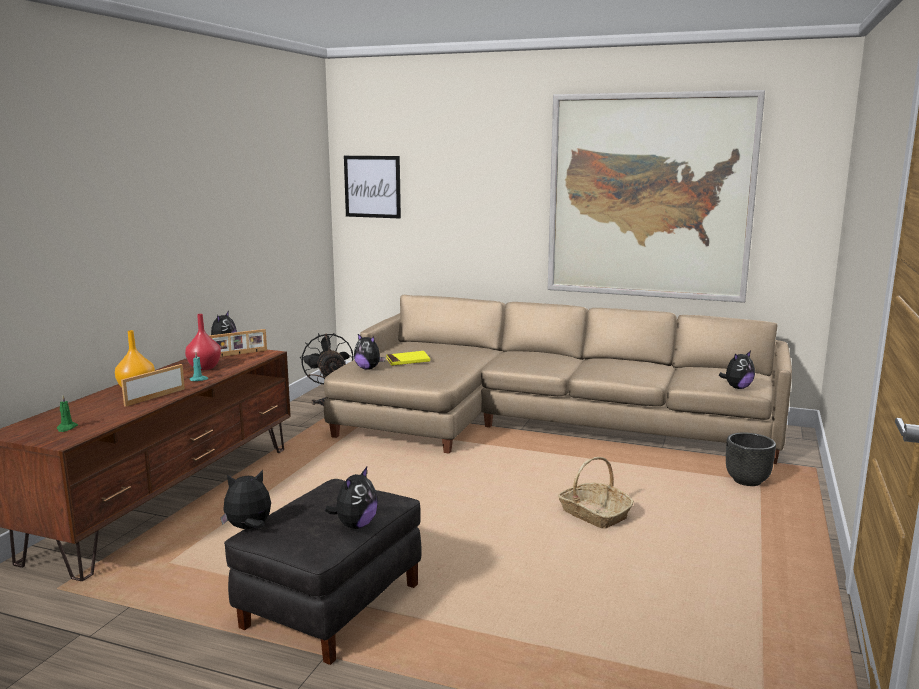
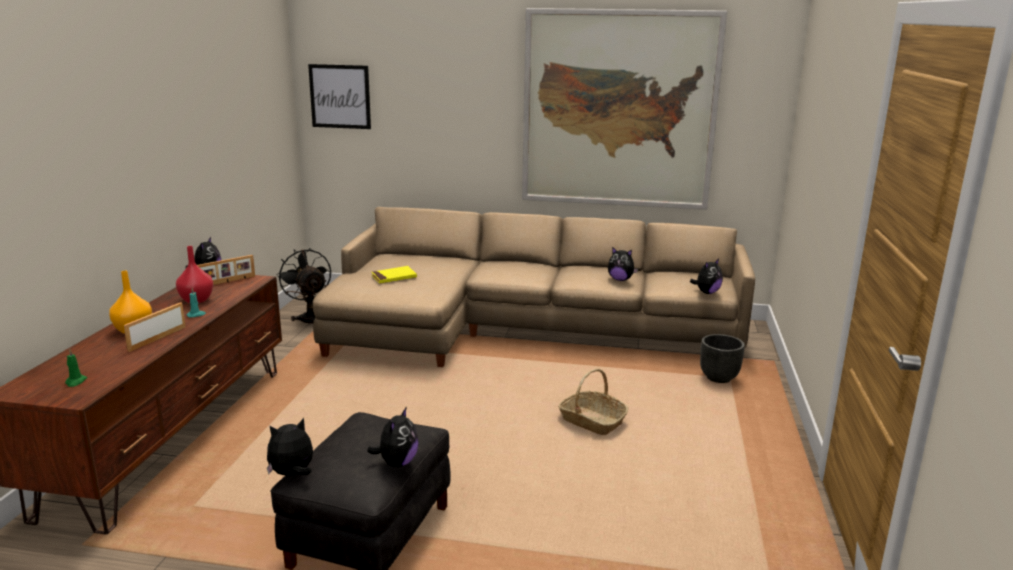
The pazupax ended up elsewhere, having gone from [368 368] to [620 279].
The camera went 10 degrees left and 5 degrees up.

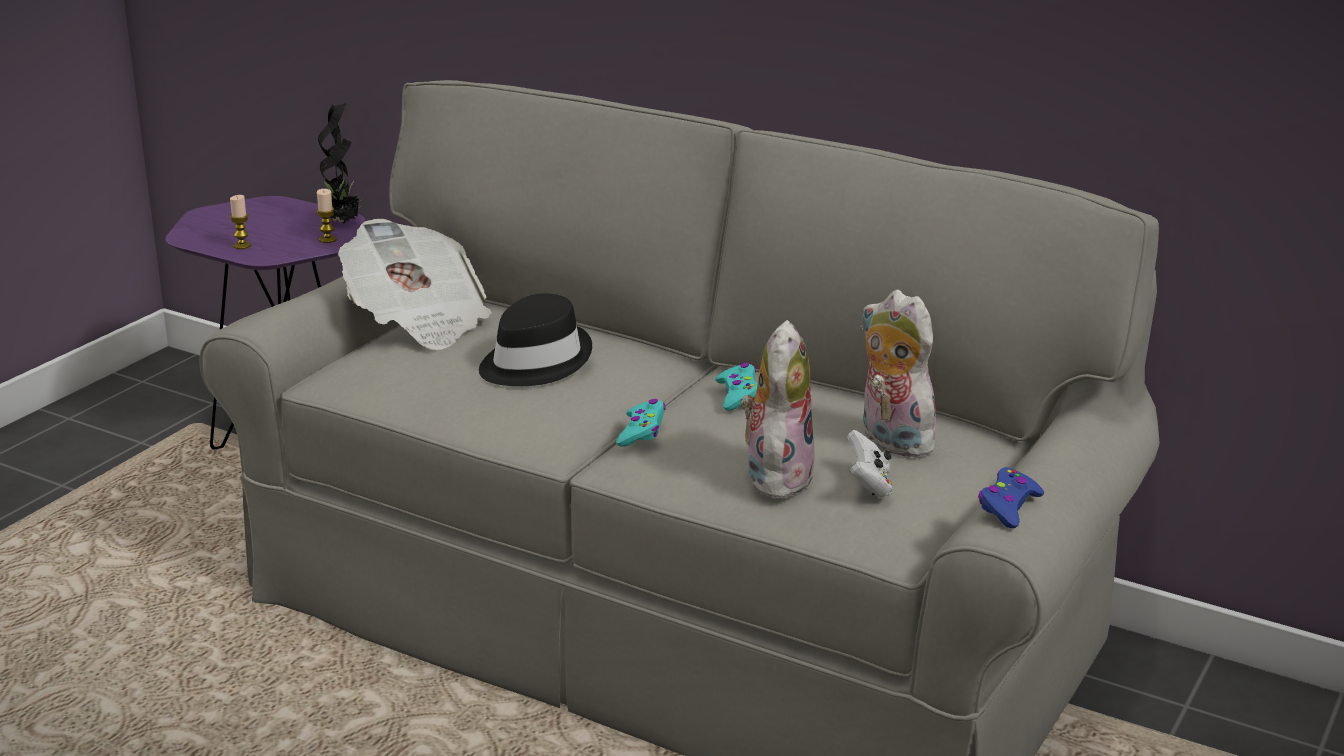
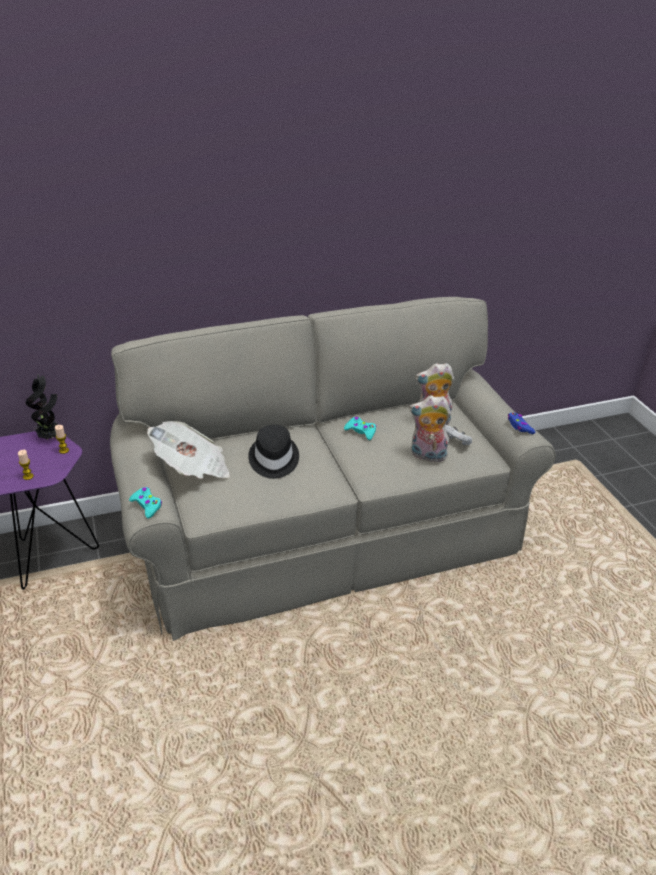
The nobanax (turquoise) ended up elsewhere, having gone from [641 432] to [147 505].
The pazupax at [776 475] ended up facing another way, 45 degrees counterclockwise from before.
The camera went 50 degrees left and 10 degrees up.

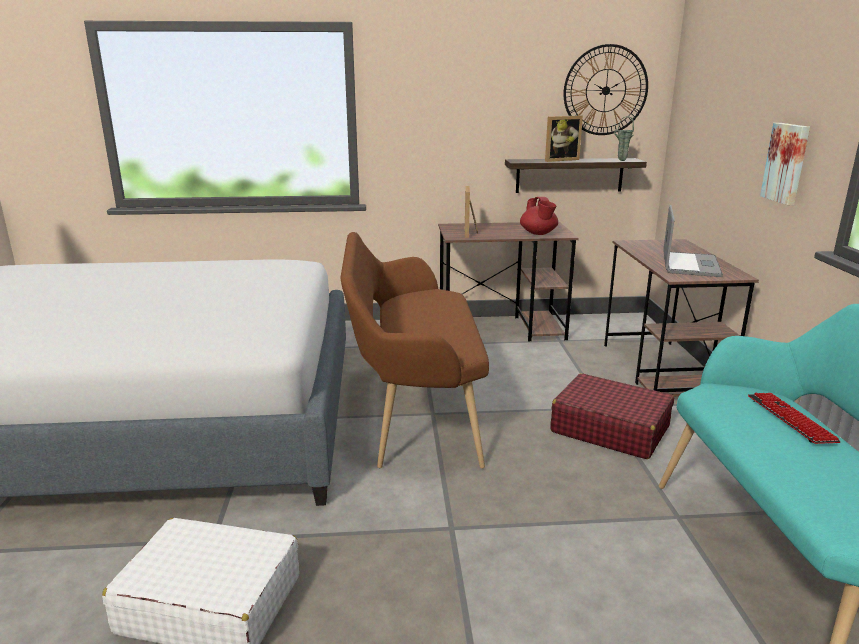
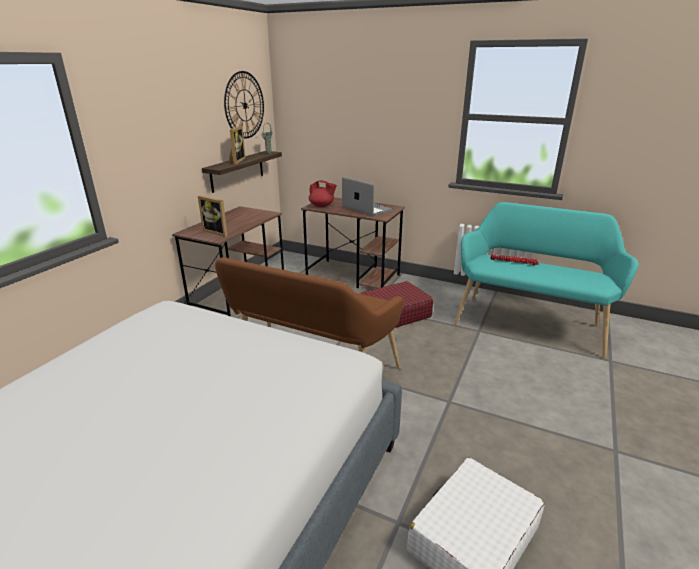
The second view lost the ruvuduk at [787 163].
The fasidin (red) ended up elsewhere, having gone from [538 233] to [322 206].
The camera went 60 degrees left and 5 degrees up.

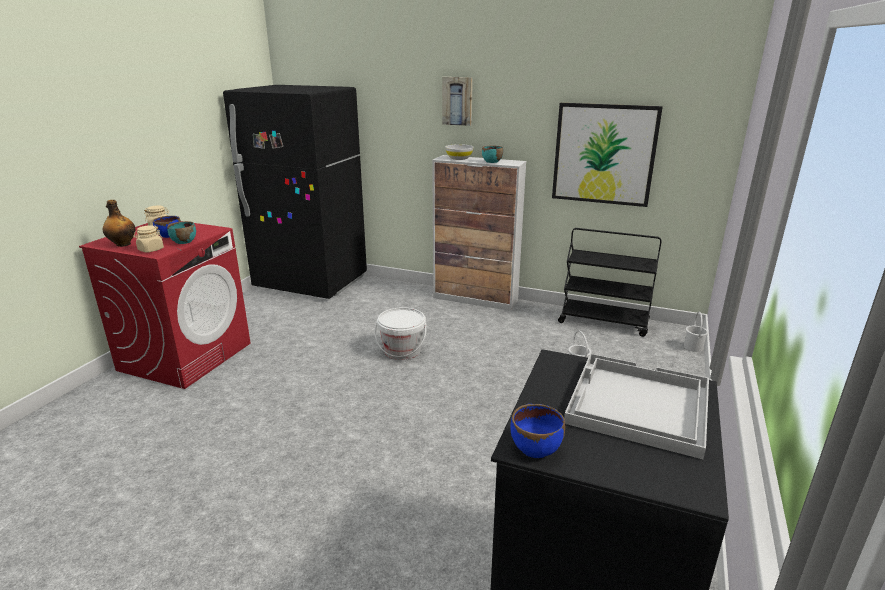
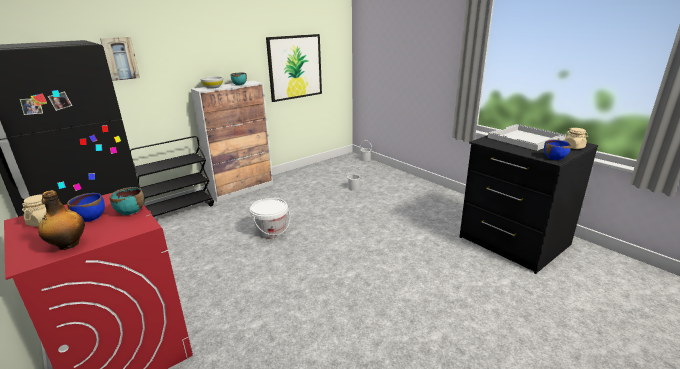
The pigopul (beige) ended up elsewhere, having gone from [150 250] to [574 147].
The ruvuduk ended up elsewhere, having gone from [457 101] to [120 58].
The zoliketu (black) ended up elsewhere, having gone from [604 322] to [179 210].
The camera went 60 degrees left and 0 degrees up.

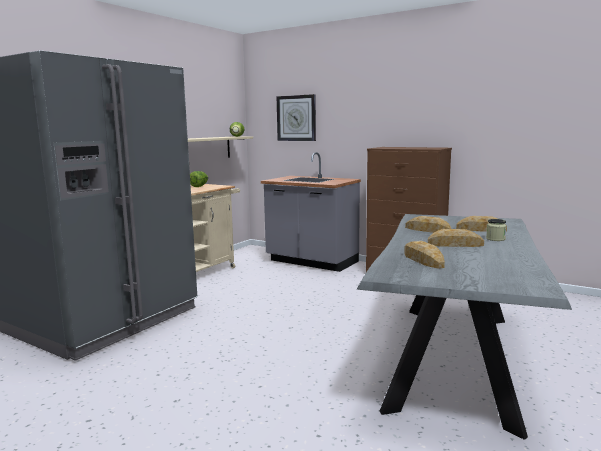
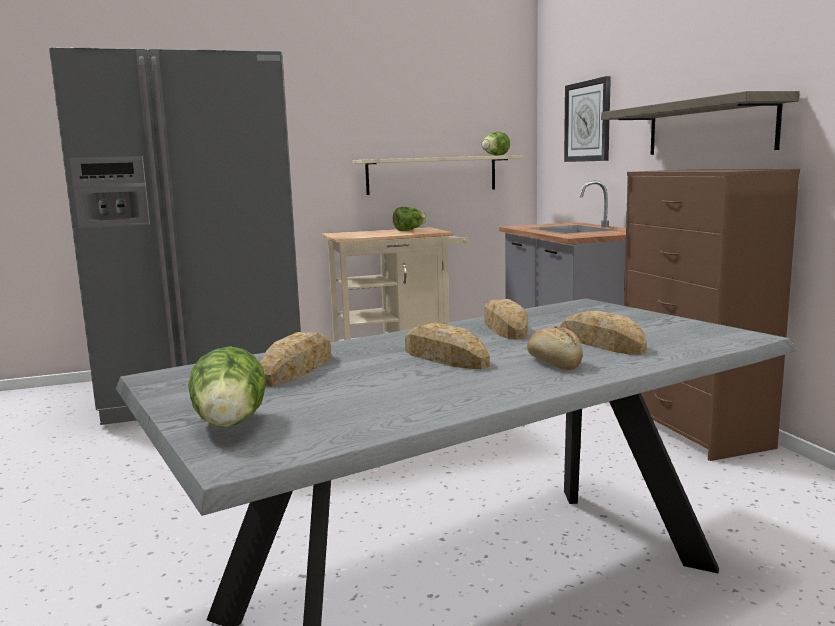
The second view gained the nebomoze at [230 425].
The second view gained the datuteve at [709 127].
Where the pigopul stood at [495 239], the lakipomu came to stand at [554 363].
The camera went 40 degrees right and 0 degrees up.

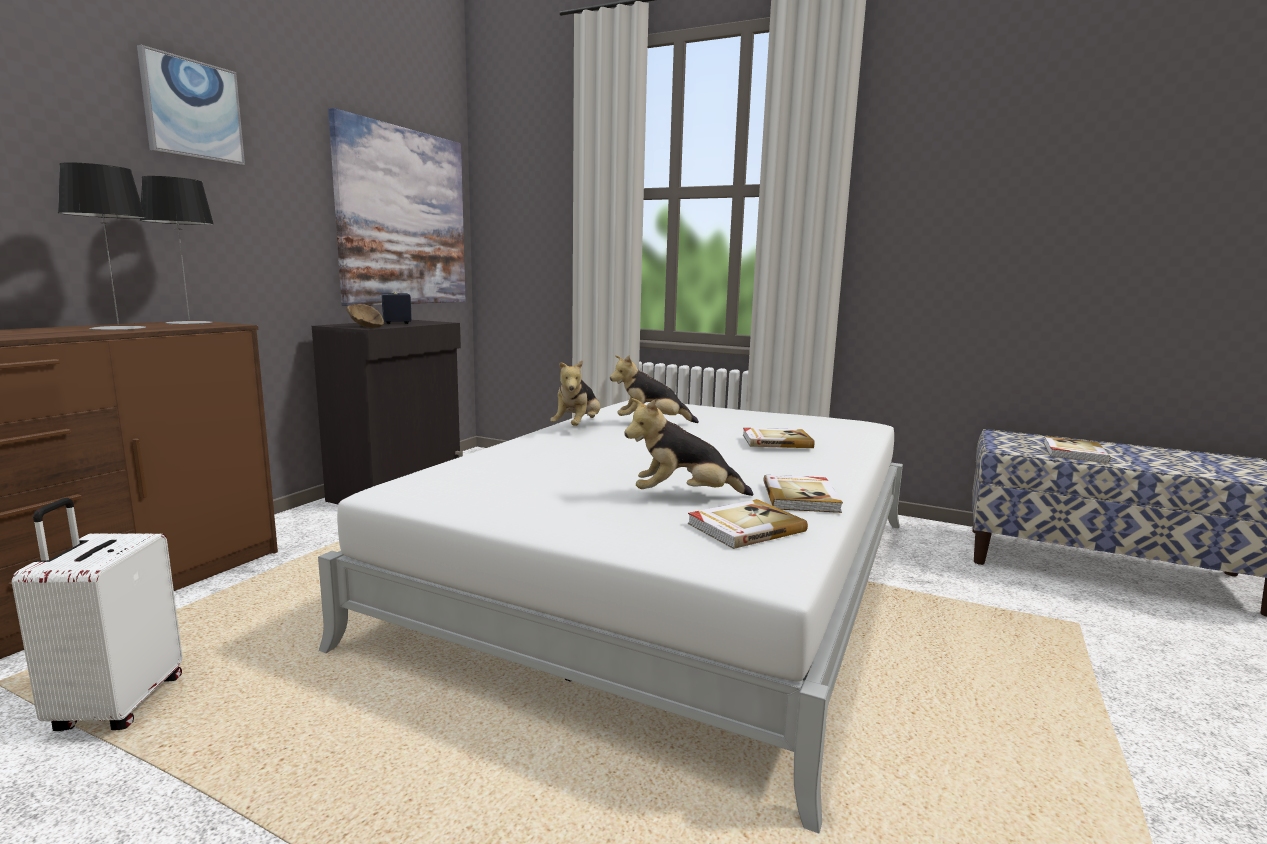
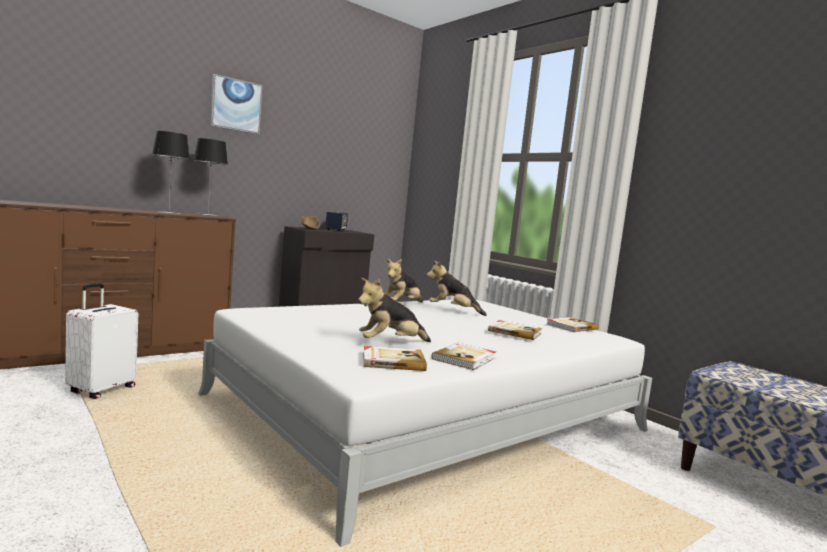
The second view lost the ruvuduk at [403 218].
The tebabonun ended up elsewhere, having gone from [1073 452] to [571 326].
The pazupax at [684 497] ended up facing another way, 45 degrees counterclockwise from before.
The camera went 25 degrees right and 5 degrees down.

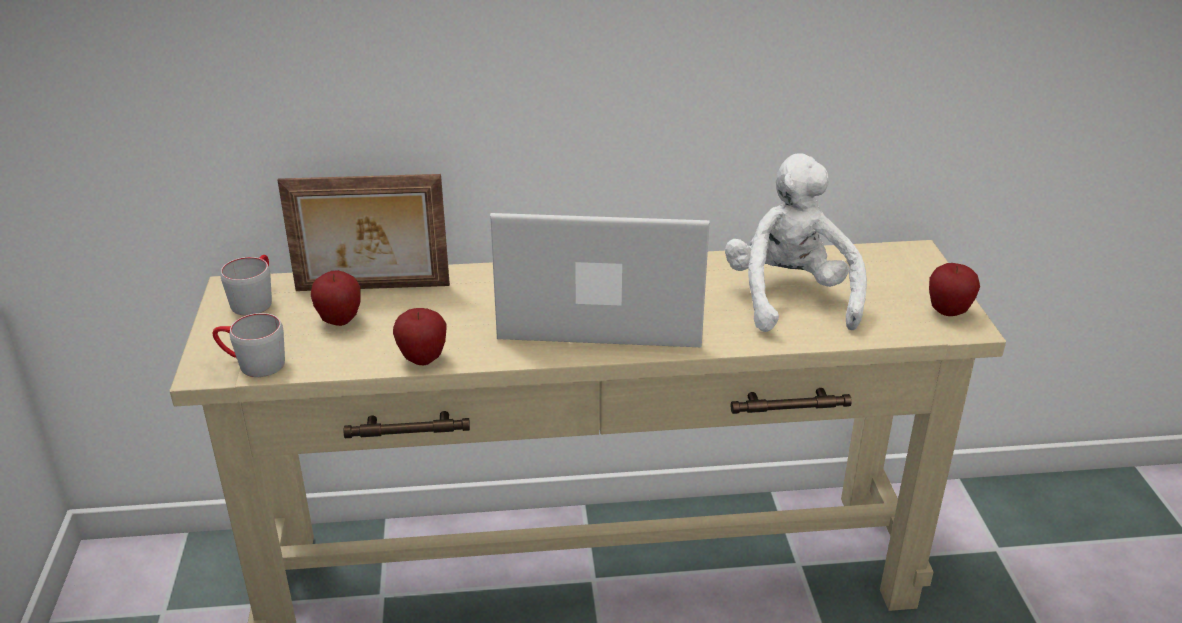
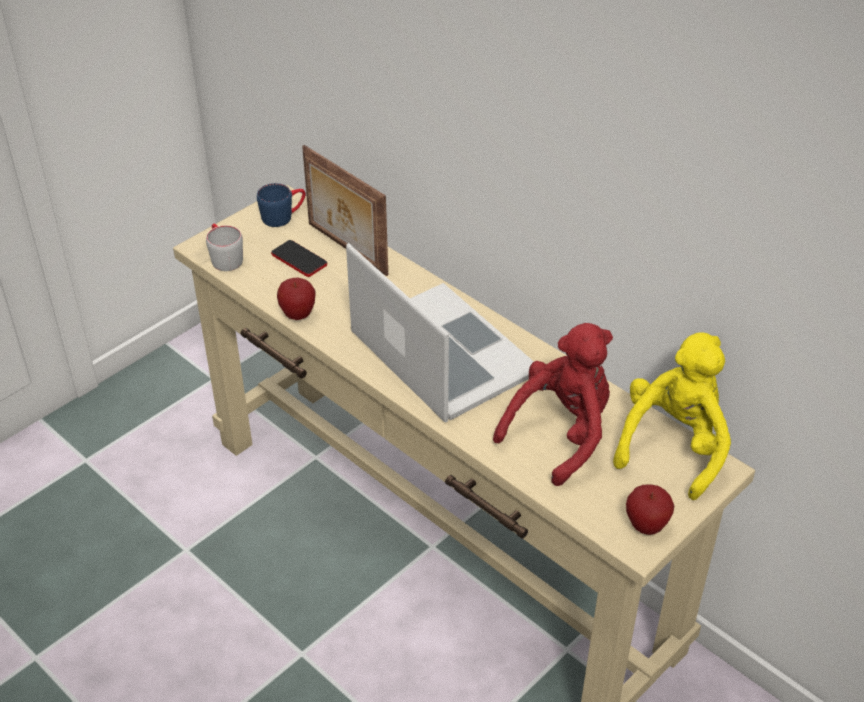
The second view gained the pazupax (yellow) at [674 446].
Where the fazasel stood at [339 321], the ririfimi came to stand at [299 259].
What was the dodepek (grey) at [255 299] turned into the dodepek (blue) at [283 216].
What was the pazupax (white) at [789 298] turned into the pazupax (red) at [561 433].
The camera went 50 degrees right and 10 degrees up.

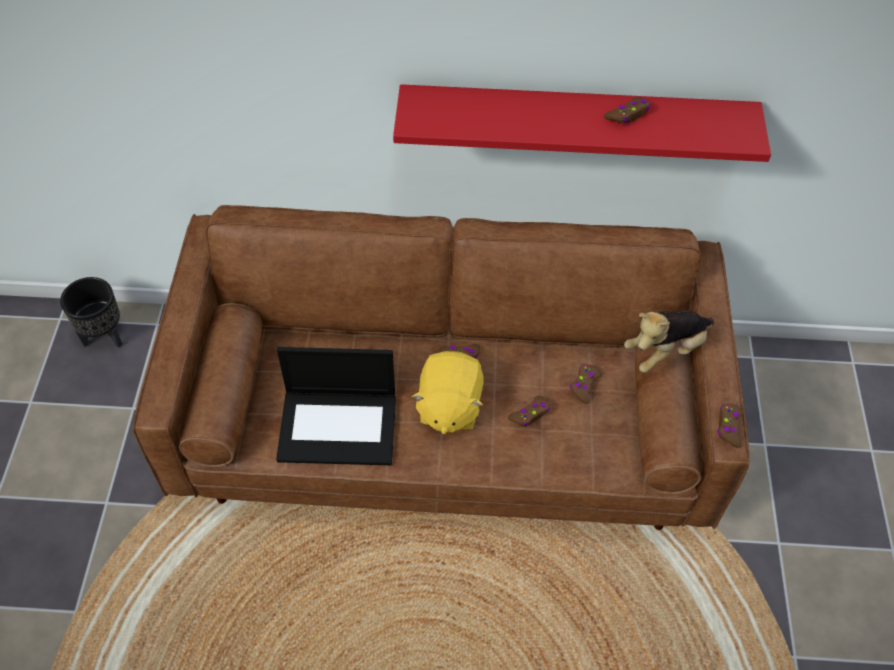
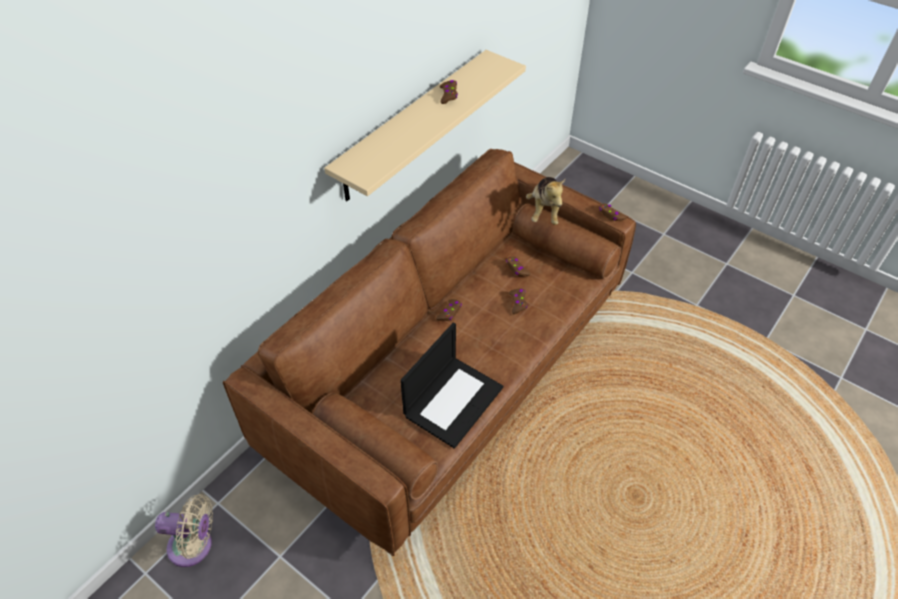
The second view lost the pazupax (yellow) at [448 406].
Where the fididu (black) stood at [105 336], the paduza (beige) came to stand at [194 546].
What was the datuteve (red) at [575 122] turned into the datuteve (beige) at [413 125].
The camera went 55 degrees left and 5 degrees down.

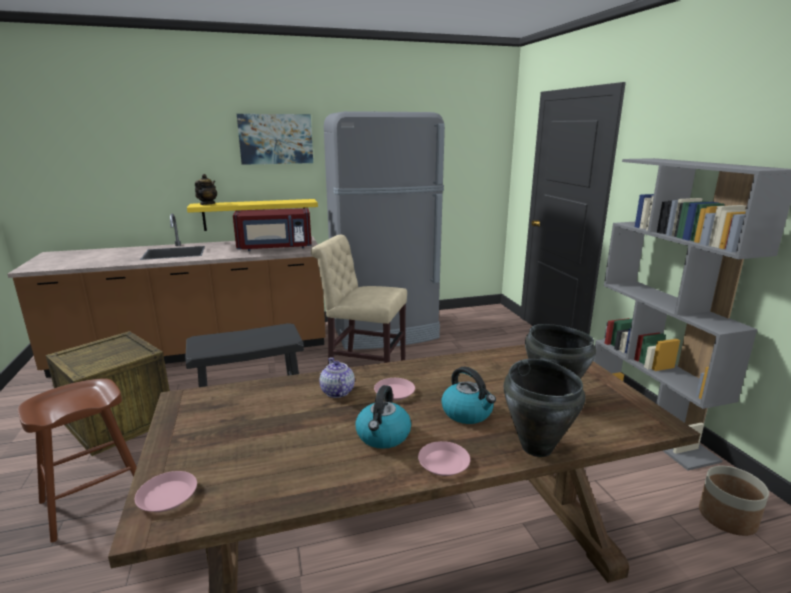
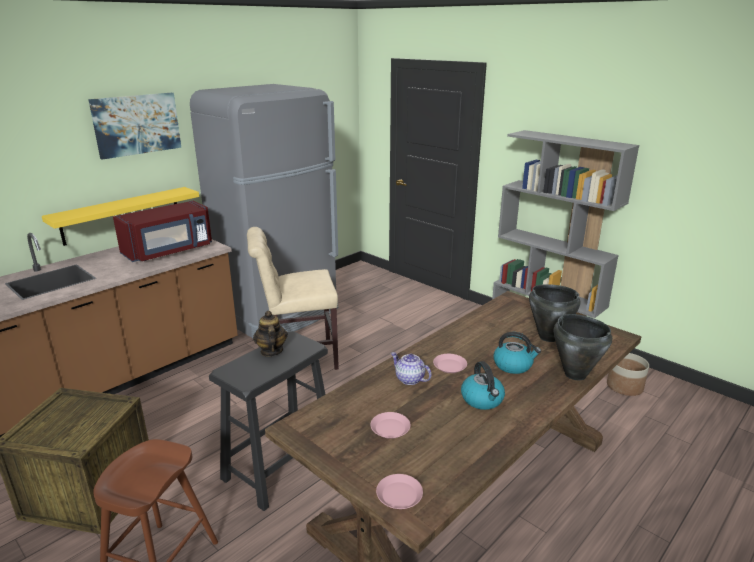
The fasidin ended up elsewhere, having gone from [207 204] to [271 351].
The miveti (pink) ended up elsewhere, having gone from [444 462] to [390 428].
The camera went 30 degrees left and 5 degrees up.

